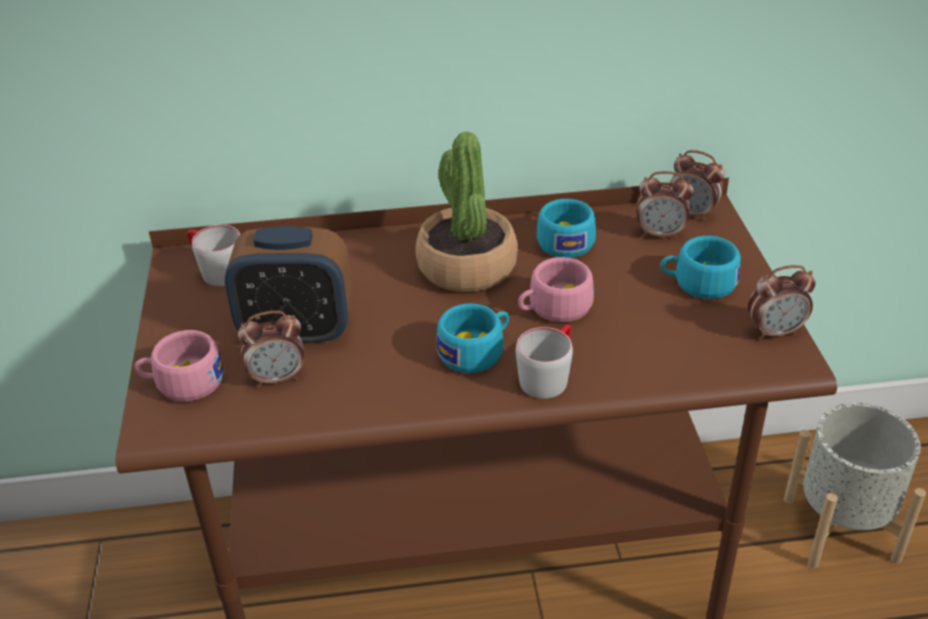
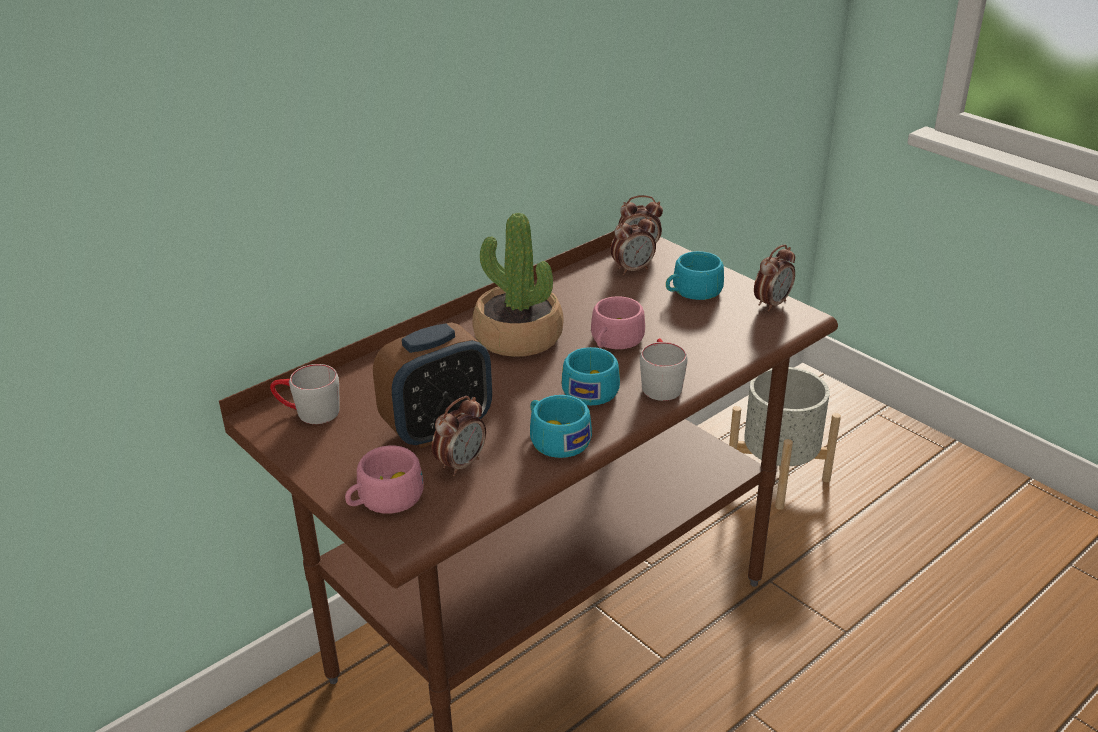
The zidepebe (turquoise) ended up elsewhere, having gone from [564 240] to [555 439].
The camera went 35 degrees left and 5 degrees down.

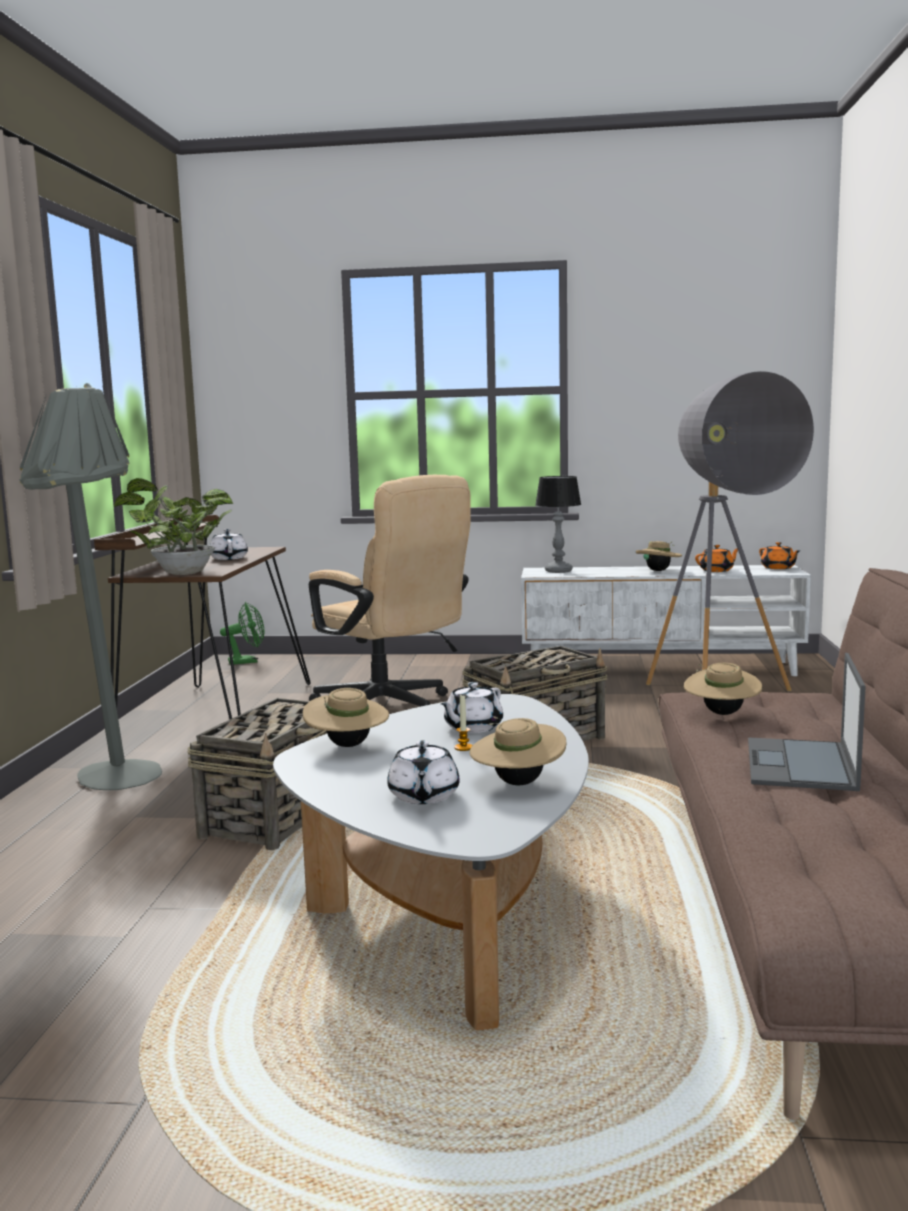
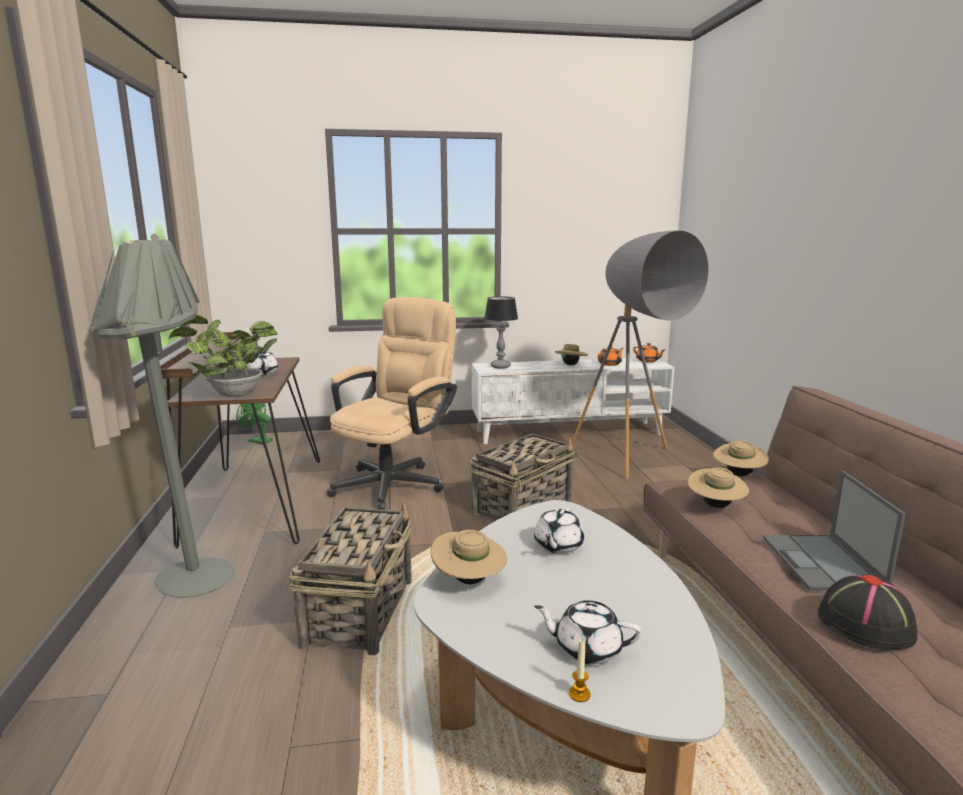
The second view gained the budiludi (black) at [866 624].
The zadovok ended up elsewhere, having gone from [463 748] to [579 694].
The budiludi (beige) ended up elsewhere, having gone from [518 783] to [738 474].
The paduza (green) at [248 661] ended up facing another way, 120 degrees counterclockwise from before.
The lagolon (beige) at [391 707] ended up facing another way, 90 degrees counterclockwise from before.
The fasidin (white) at [423 796] ended up facing another way, 120 degrees clockwise from before.
The camera went 15 degrees left and 5 degrees up.

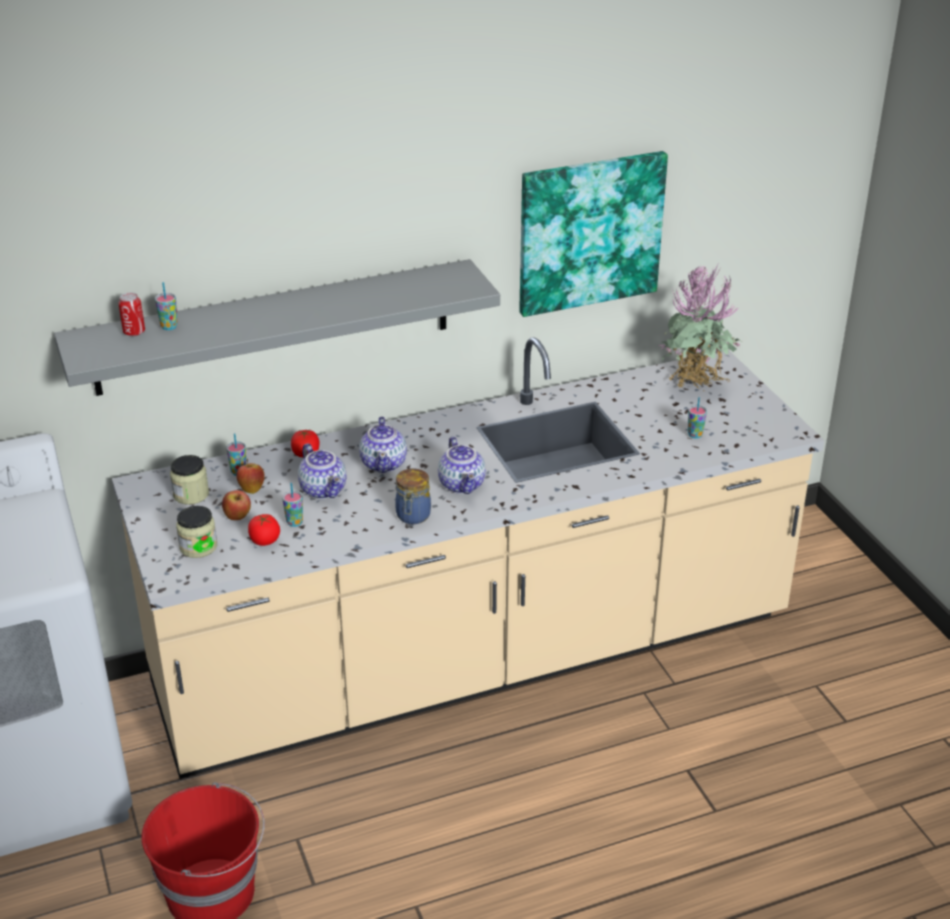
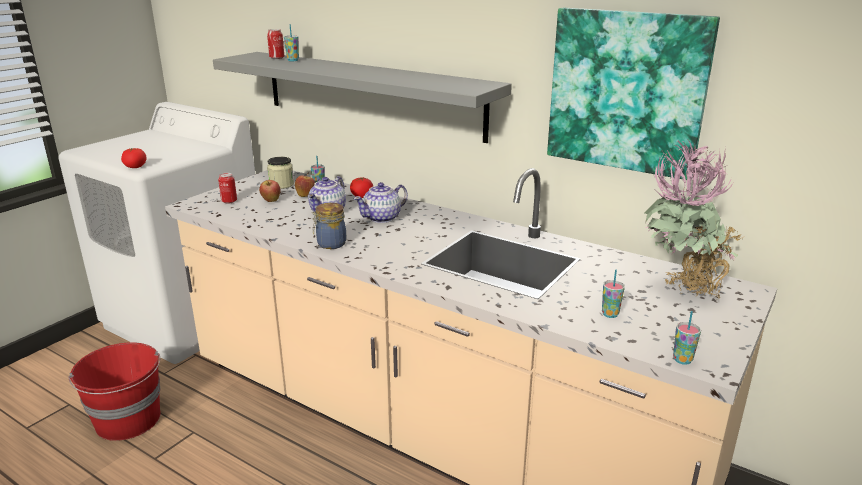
The second view lost the fasidin at [463 485].
The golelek ended up elsewhere, having gone from [264 540] to [135 167].
The zidepebe ended up elsewhere, having gone from [294 522] to [682 360].
Where the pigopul stood at [198 547], the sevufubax came to stand at [229 201].
The camera went 55 degrees right and 10 degrees down.

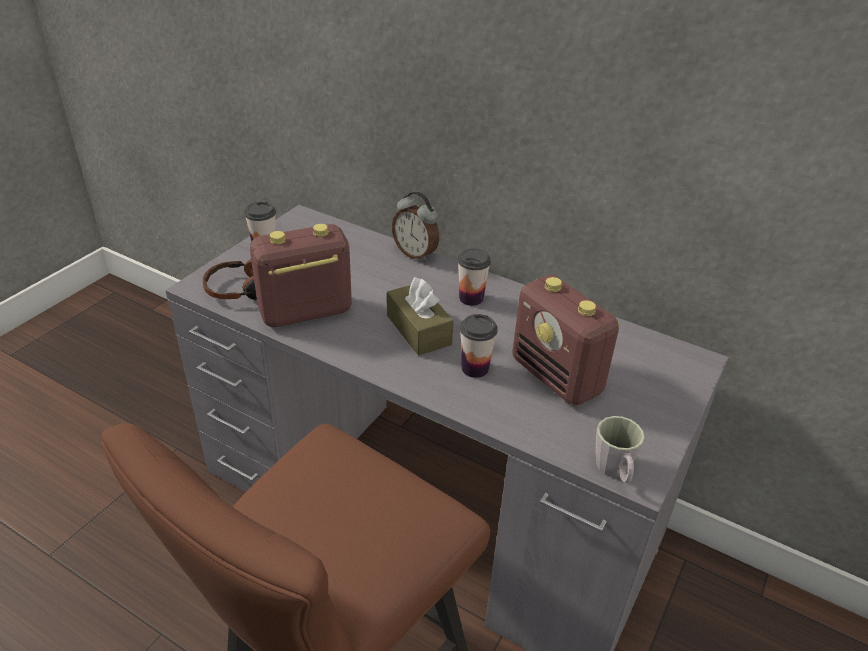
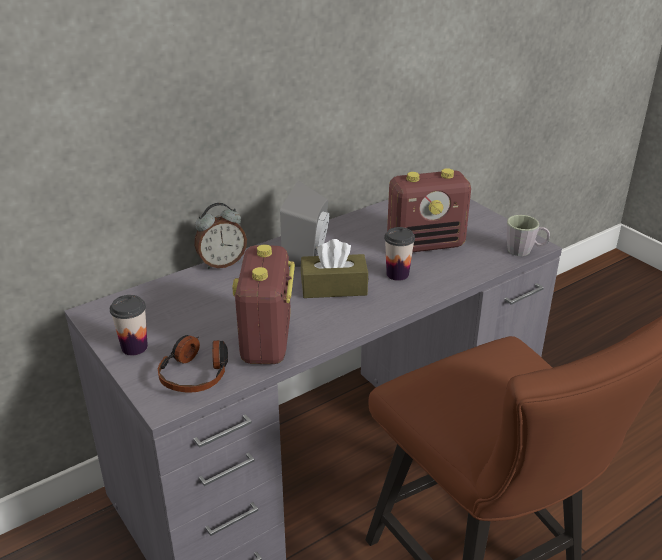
Where the zidepebe stood at [471 298], the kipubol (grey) came to stand at [309 253].
The camera went 65 degrees left and 5 degrees down.

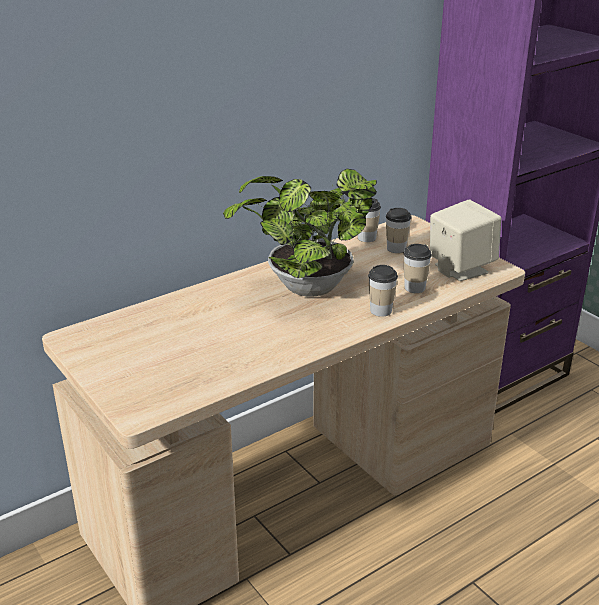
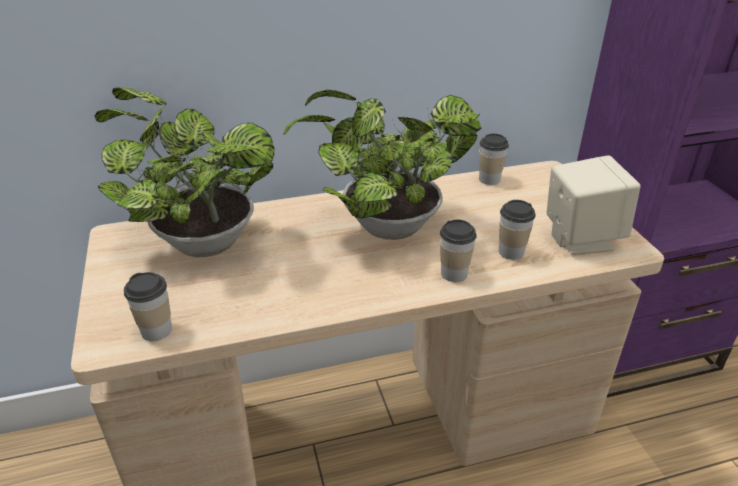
The second view gained the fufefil at [200 241].
The zidepebe ended up elsewhere, having gone from [396 248] to [156 330].
The camera went 20 degrees right and 5 degrees up.

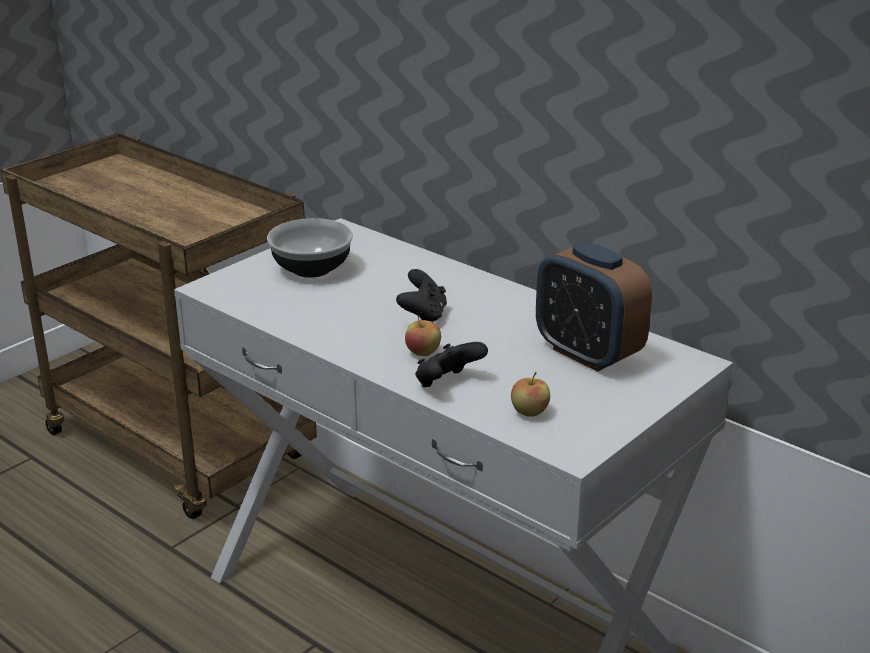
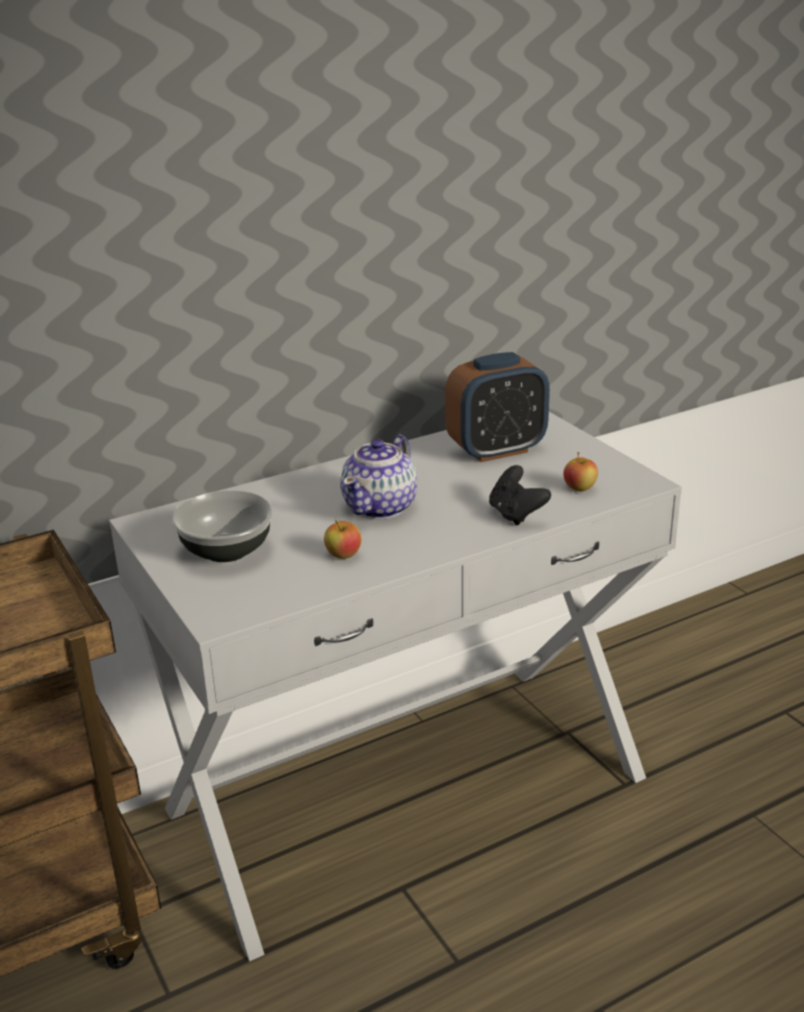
The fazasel ended up elsewhere, having gone from [422 353] to [343 555].
Where the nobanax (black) stood at [423 316], the fasidin came to stand at [381 507].
The camera went 70 degrees left and 0 degrees up.

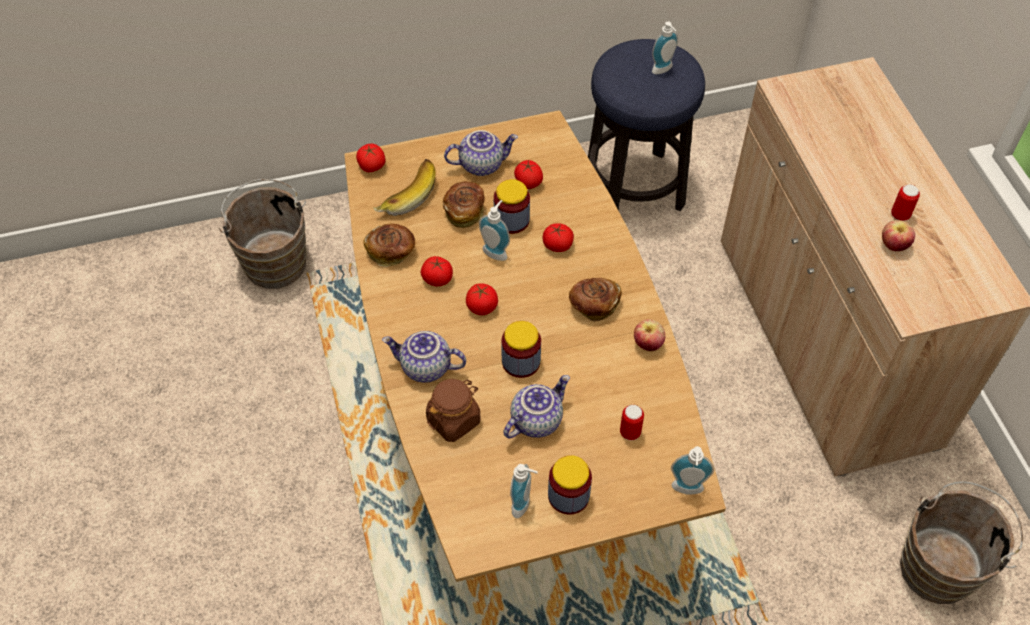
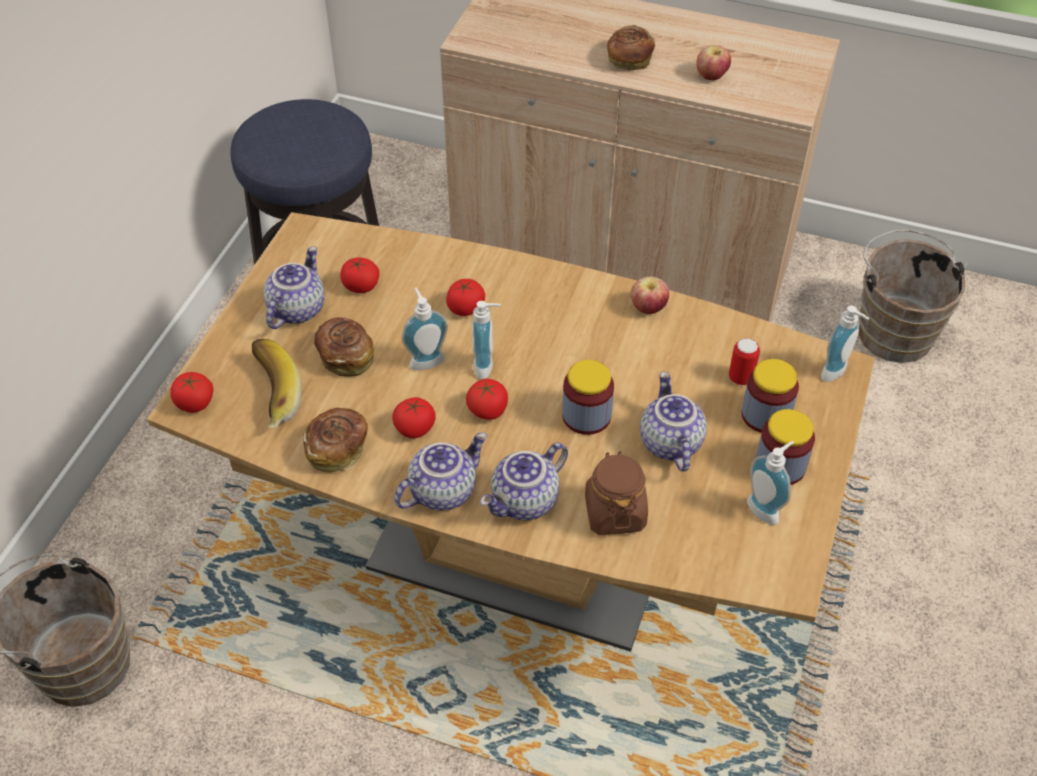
The second view lost the sevufubax at [900 215].
The second view gained the fasidin at [442 490].
The pigopul ended up elsewhere, having gone from [511 220] to [765 415].
The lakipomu ended up elsewhere, having gone from [593 305] to [629 60].
The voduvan ended up elsewhere, having gone from [663 70] to [487 366].
The camera went 55 degrees left and 5 degrees down.

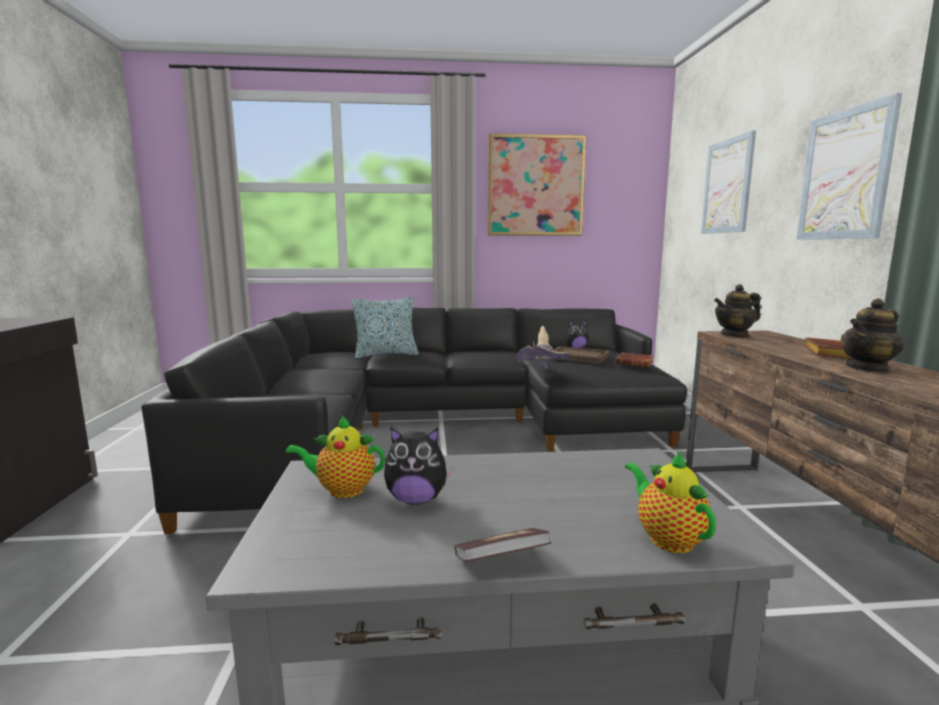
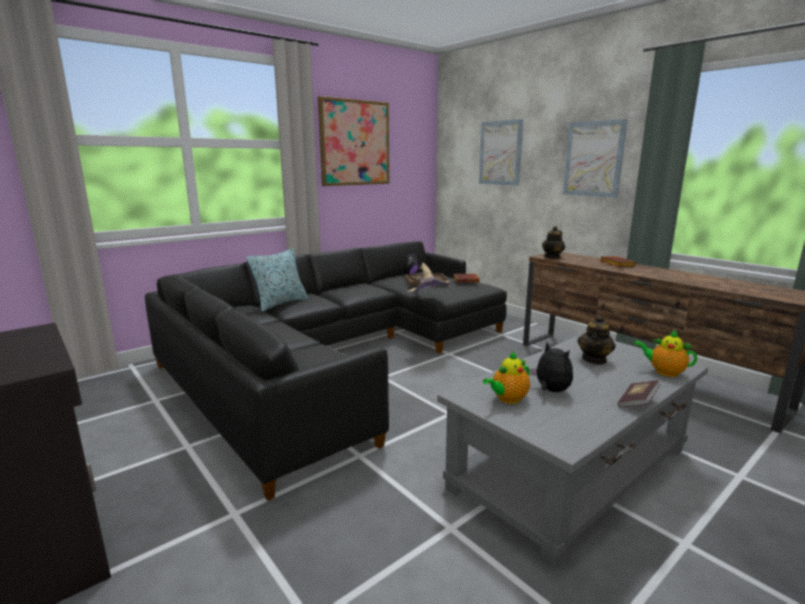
The fasidin ended up elsewhere, having gone from [867 368] to [594 359].
The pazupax at [416 499] ended up facing another way, 90 degrees counterclockwise from before.
The camera went 35 degrees left and 5 degrees up.

